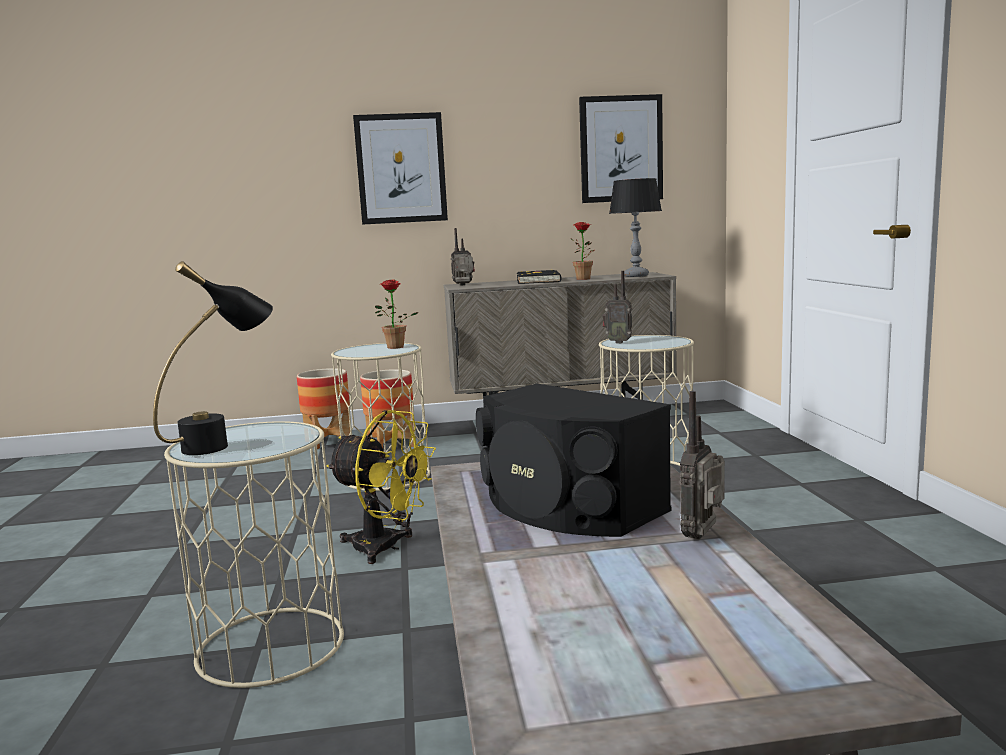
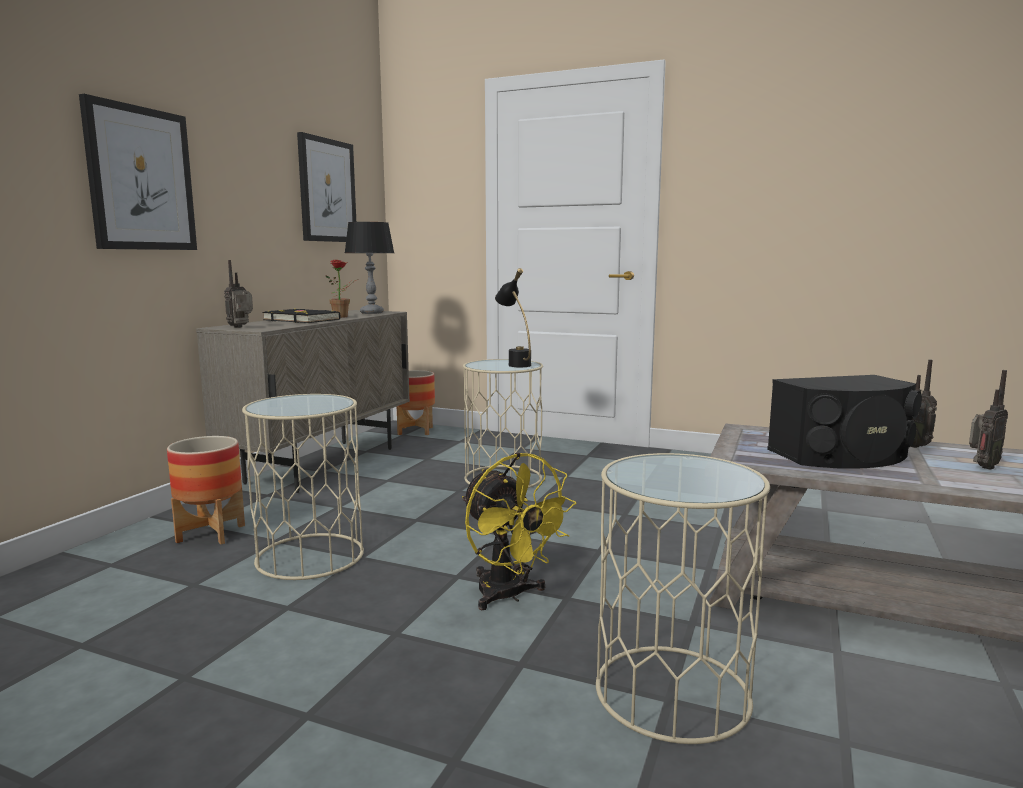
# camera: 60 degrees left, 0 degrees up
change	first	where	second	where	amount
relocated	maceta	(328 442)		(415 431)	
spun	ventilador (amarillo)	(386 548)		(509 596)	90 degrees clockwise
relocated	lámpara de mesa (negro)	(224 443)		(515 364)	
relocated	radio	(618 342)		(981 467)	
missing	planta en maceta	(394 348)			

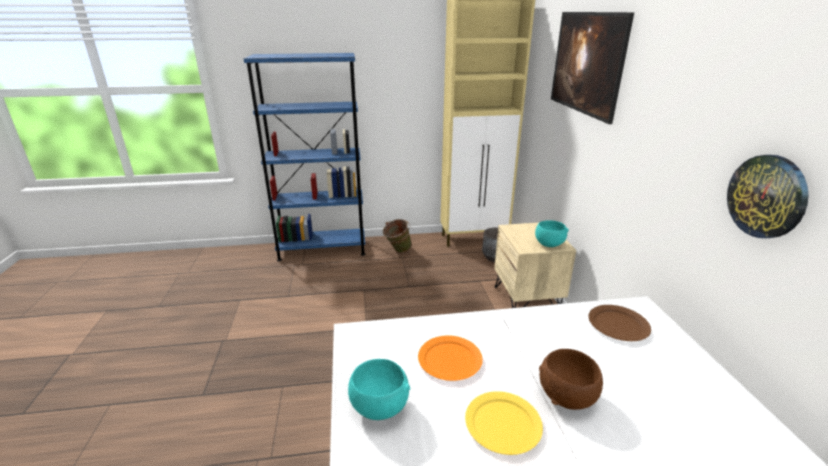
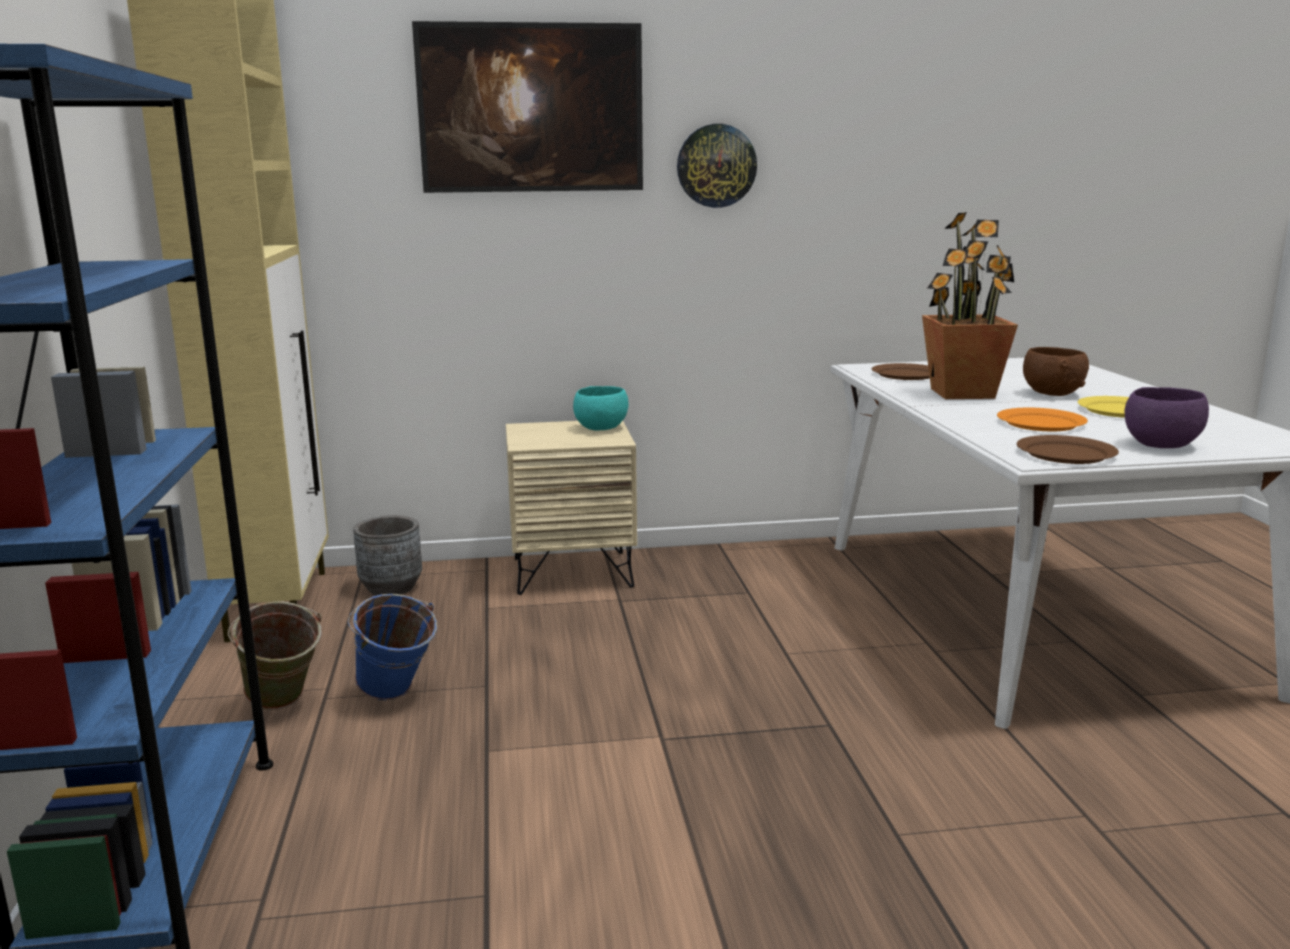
# camera: 90 degrees left, 10 degrees down
change	first	where	second	where	amount
appeared			cubo (azul)	(396 696)	
relocated	reloj de pared	(766 196)		(716 166)	
appeared			planta en maceta	(963 393)	
appeared			plato (marrón)	(1066 454)	
colour	cuenco (turquesa)	(378 407)	cuenco (morado)	(1161 445)	

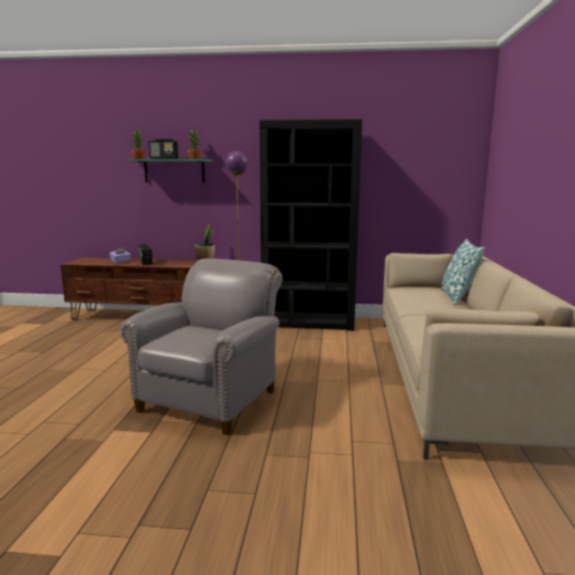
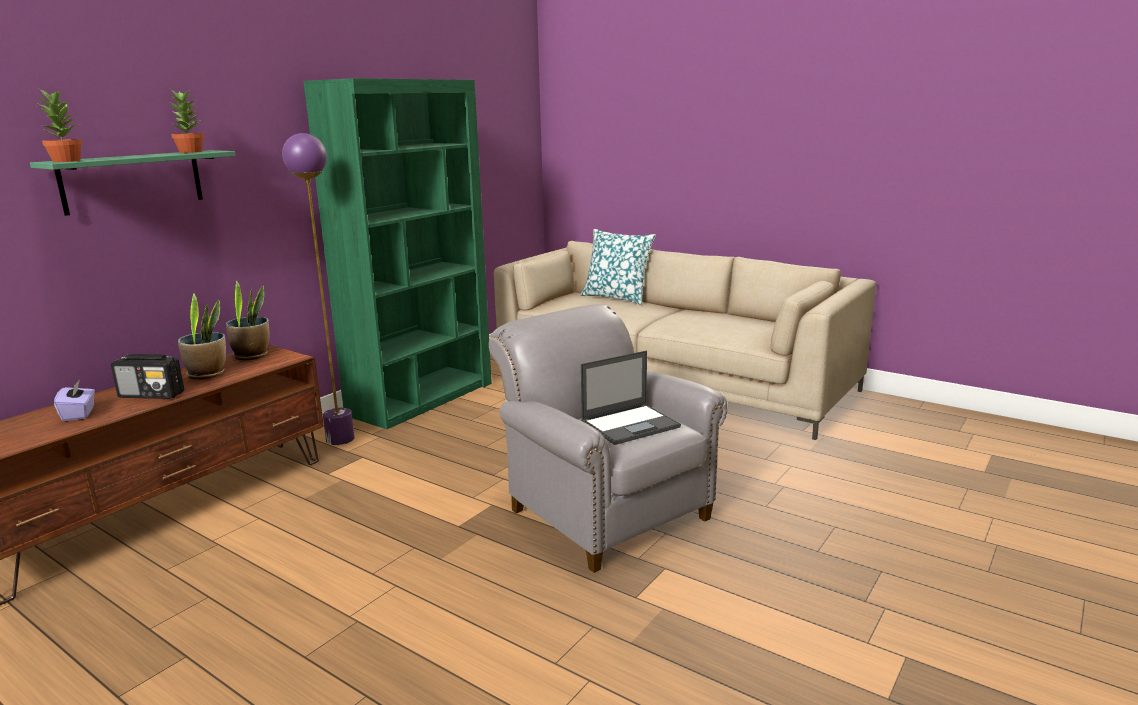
# camera: 60 degrees left, 5 degrees up
change	first	where	second	where	amount
appeared			planta en maceta	(207 374)	
colour	estantería (negro)	(308 322)	estantería (verde)	(422 398)	
appeared			portátil	(631 424)	
missing	radio	(164 158)			

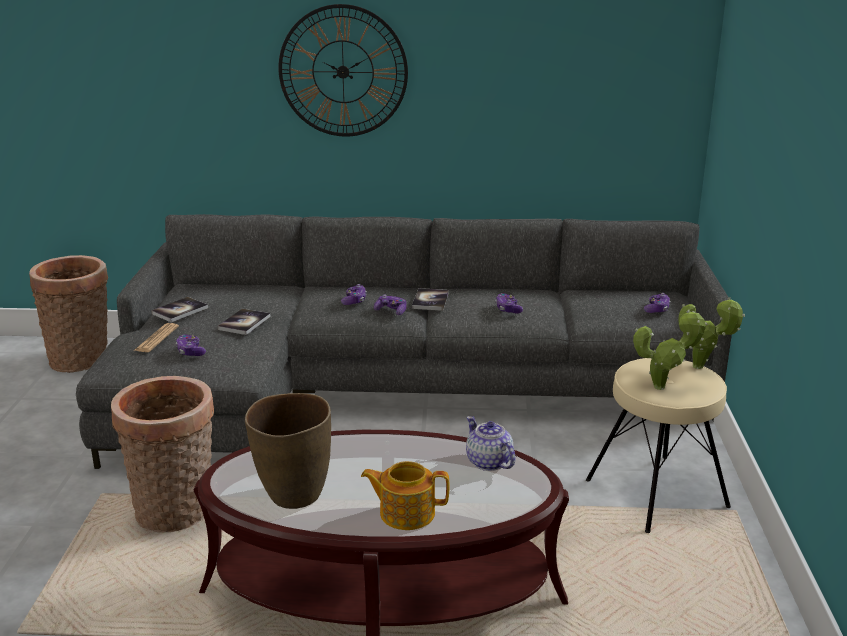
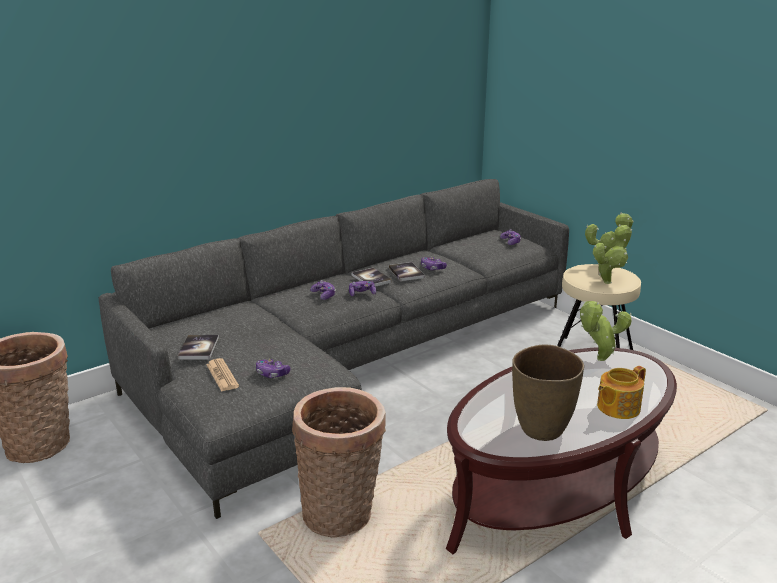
# camera: 40 degrees left, 0 degrees up
change	first	where	second	where	amount
relocated	libro	(244 323)		(406 272)	
exchanged	tetera	(488 462)	planta en maceta	(598 360)	
missing	reloj de pared	(343 71)			

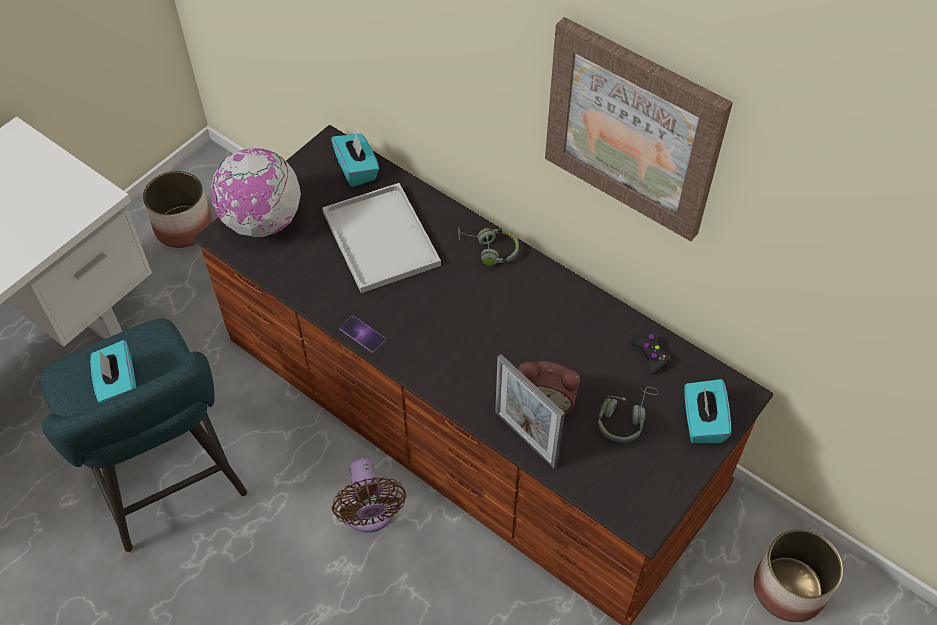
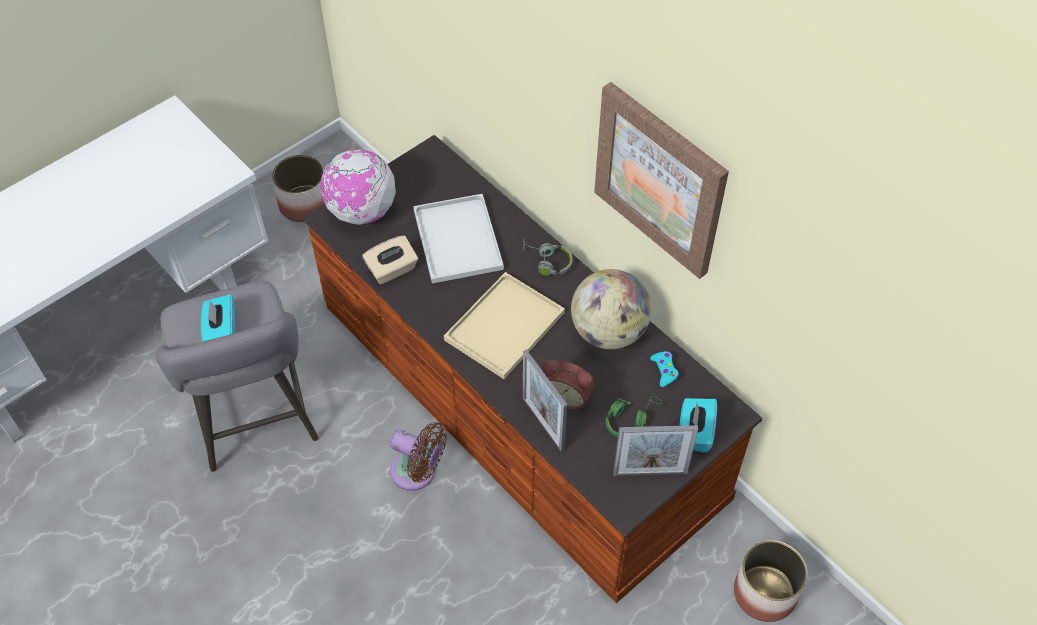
# camera: 10 degrees right, 0 degrees up
change	first	where	second	where	amount
colour	taburete (turquesa)	(169 483)	taburete (gris)	(256 420)	
appeared			caja de pañuelos (beis)	(392 270)	
spun	ventilador (marrón)	(370 514)		(417 472)	60 degrees counterclockwise
appeared			bandeja (beis)	(504 328)	
appeared			globo terráqueo	(609 332)	
colour	auriculares (gris)	(625 418)	auriculares (verde)	(630 419)	
appeared			portarretratos	(650 473)	
colour	mando de consola (negro)	(650 355)	mando de consola (turquesa)	(664 370)	
missing	caja de pañuelos (turquesa)	(357 169)			
missing	móvil	(362 334)			

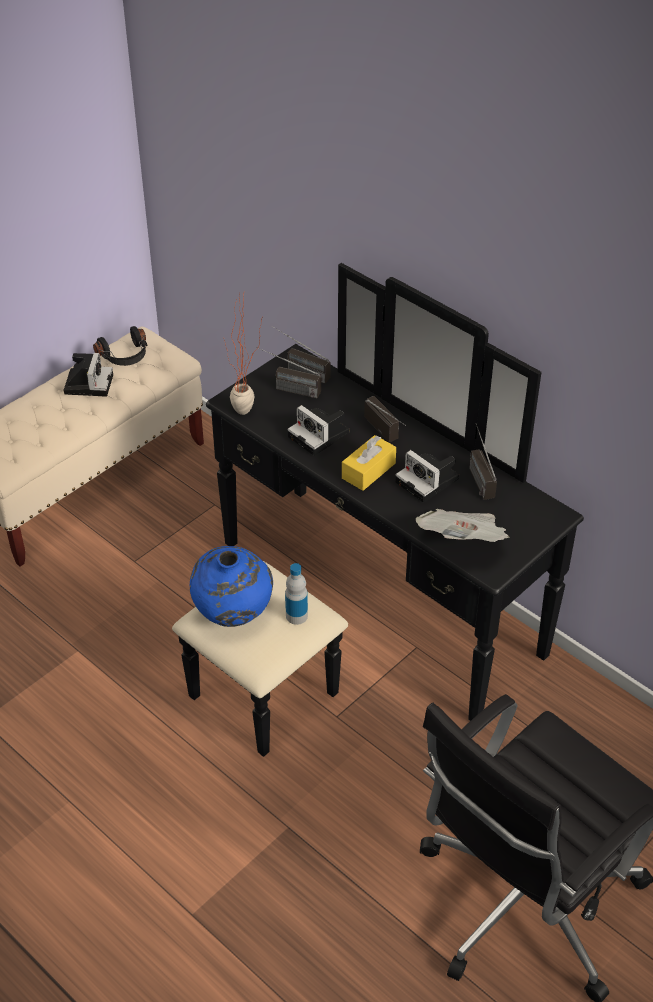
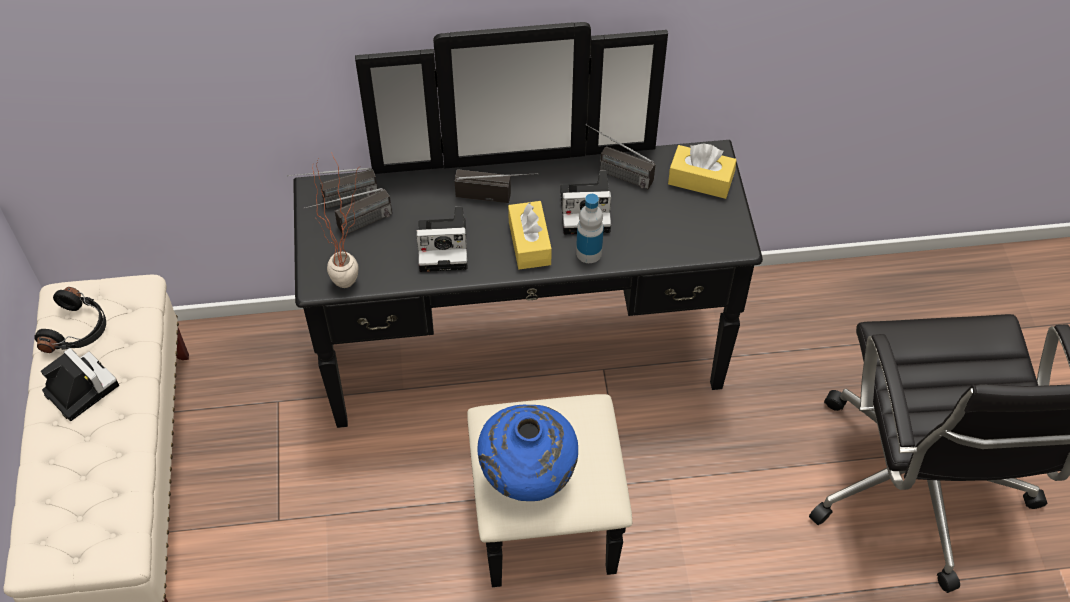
# camera: 50 degrees left, 10 degrees up
change	first	where	second	where	amount
relocated	botella	(296 616)		(589 253)	
appeared			caja de pañuelos (amarillo)	(700 180)	
missing	periódico	(463 542)			

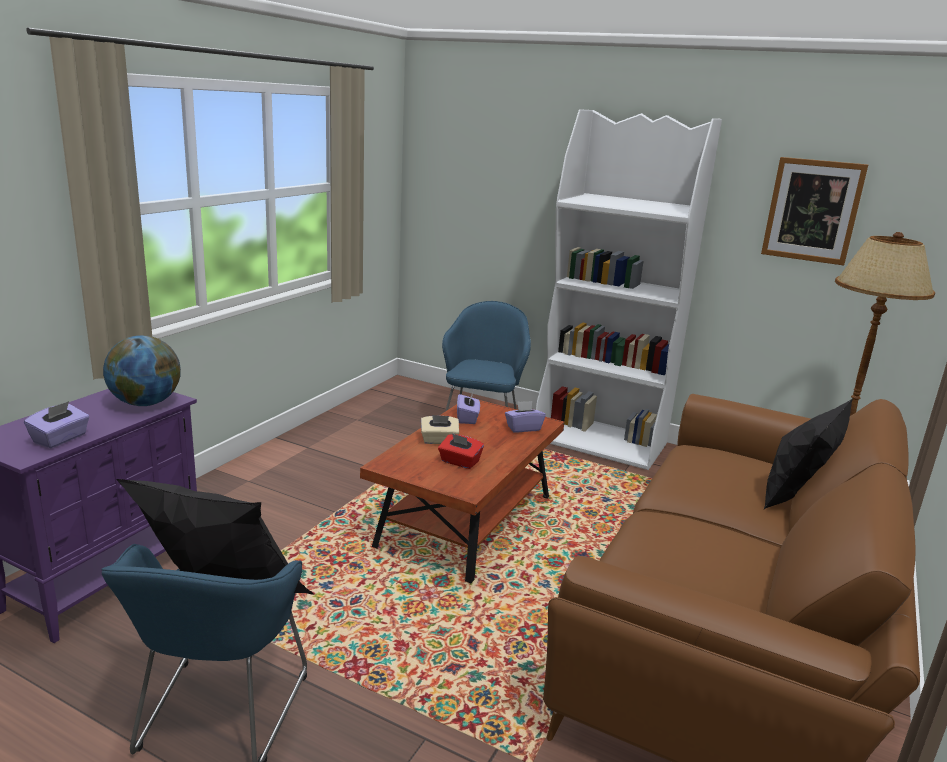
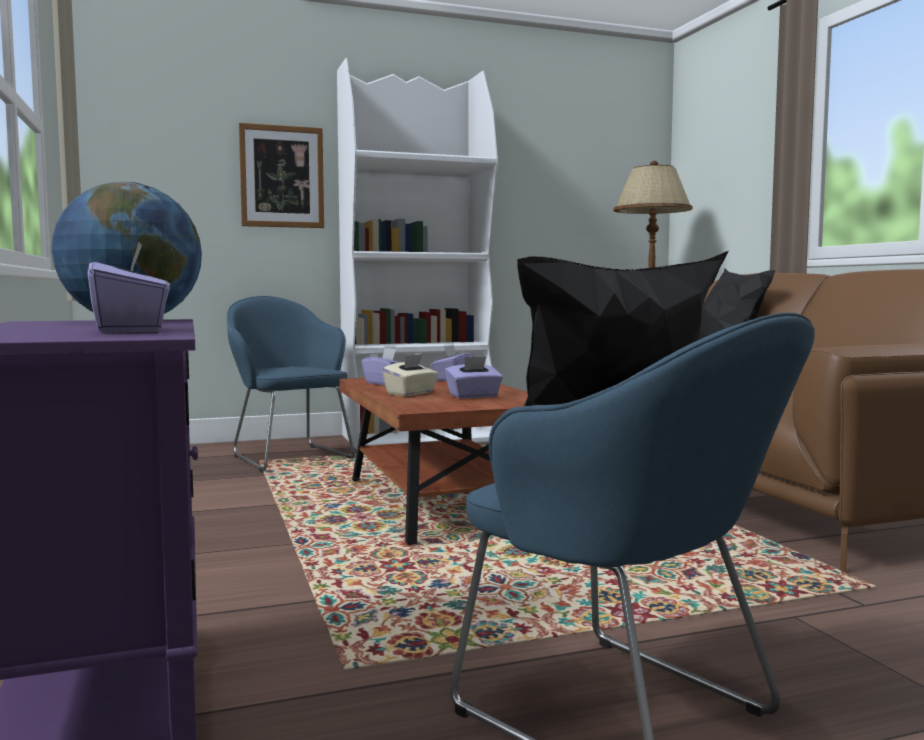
# camera: 45 degrees left, 15 degrees down
change	first	where	second	where	amount
relocated	cuadro	(812 211)		(282 177)	
colour	caja de pañuelos (rojo)	(459 462)	caja de pañuelos (morado)	(473 396)	

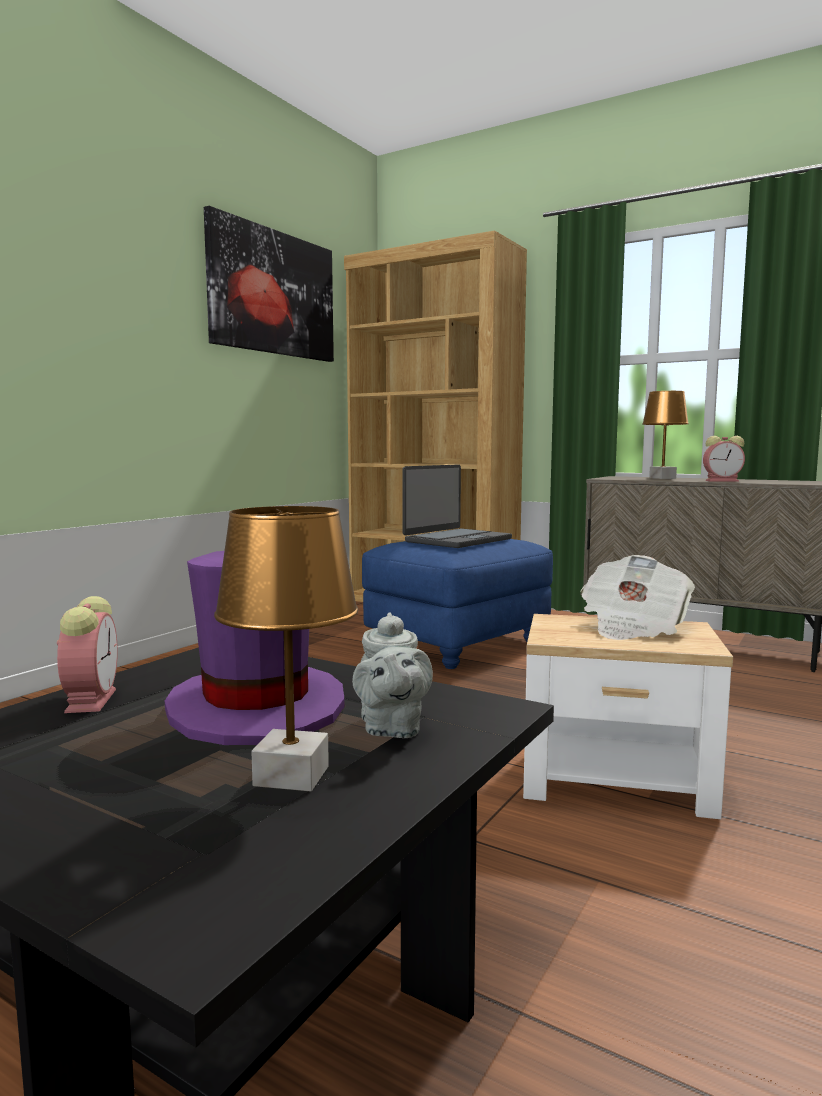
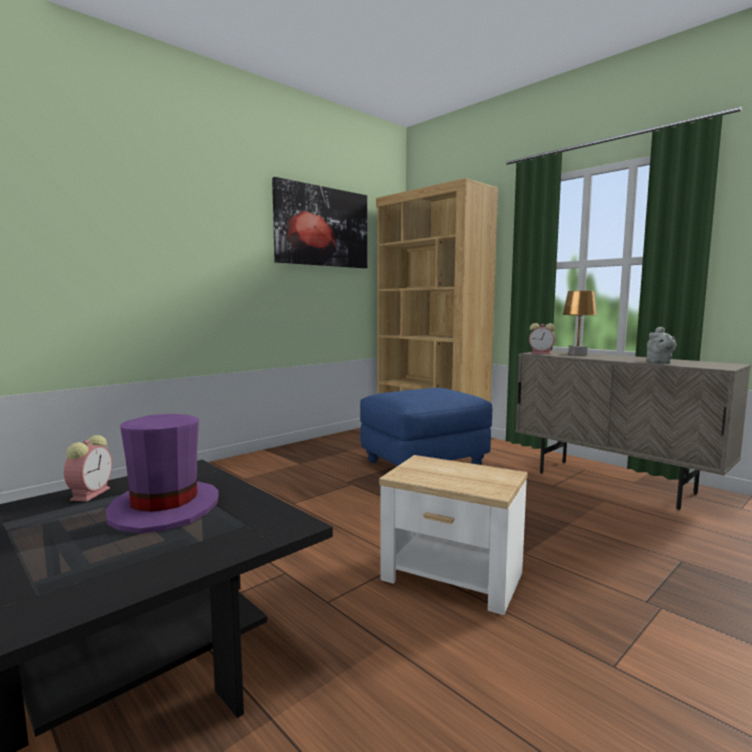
# camera: 15 degrees right, 0 degrees up
change	first	where	second	where	amount
relocated	despertador	(723 481)		(542 353)	
relocated	tetera (gris)	(391 728)		(659 362)	
missing	lámpara de mesa (marrón)	(293 775)			
missing	portátil	(456 540)			
missing	periódico	(632 627)			

